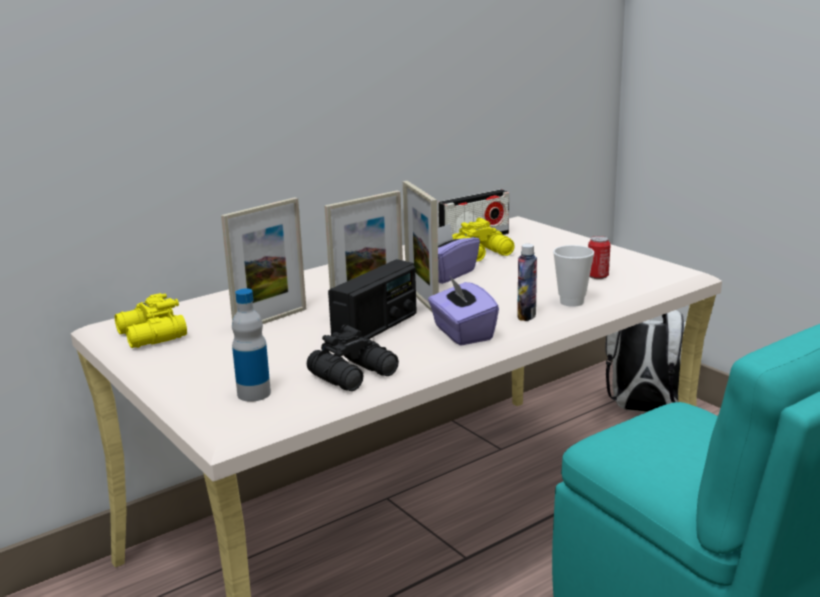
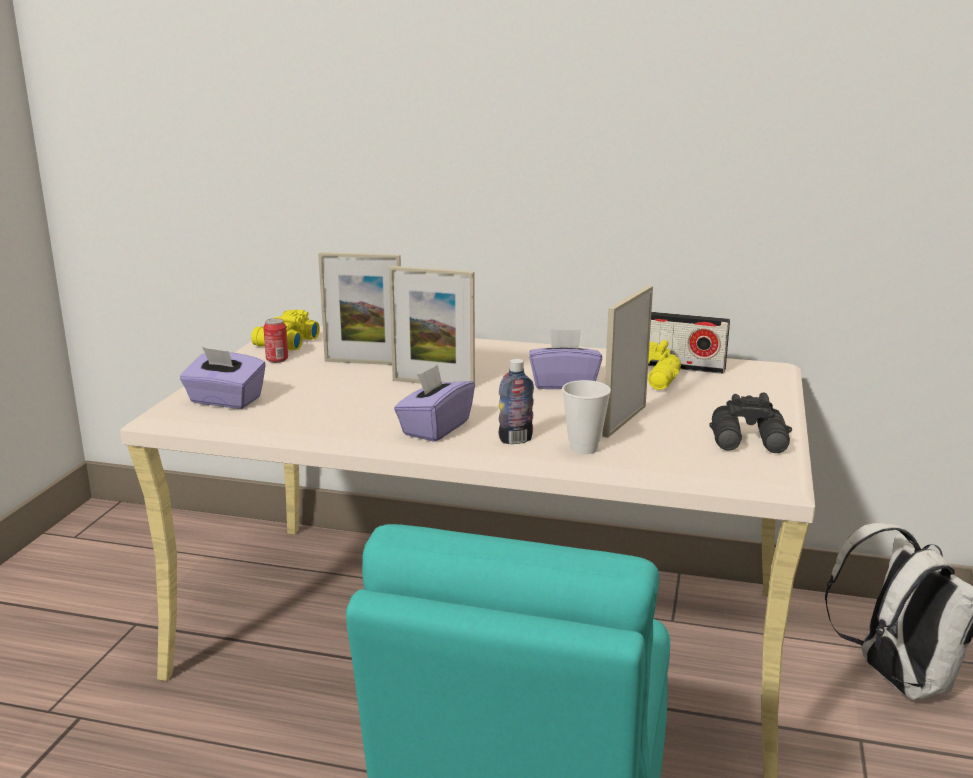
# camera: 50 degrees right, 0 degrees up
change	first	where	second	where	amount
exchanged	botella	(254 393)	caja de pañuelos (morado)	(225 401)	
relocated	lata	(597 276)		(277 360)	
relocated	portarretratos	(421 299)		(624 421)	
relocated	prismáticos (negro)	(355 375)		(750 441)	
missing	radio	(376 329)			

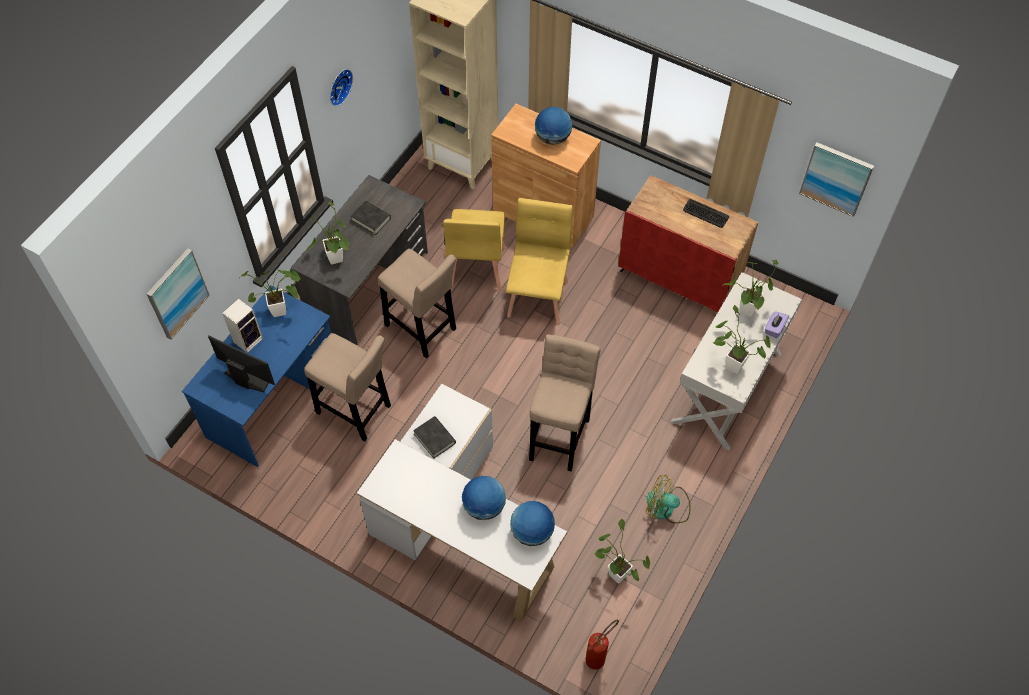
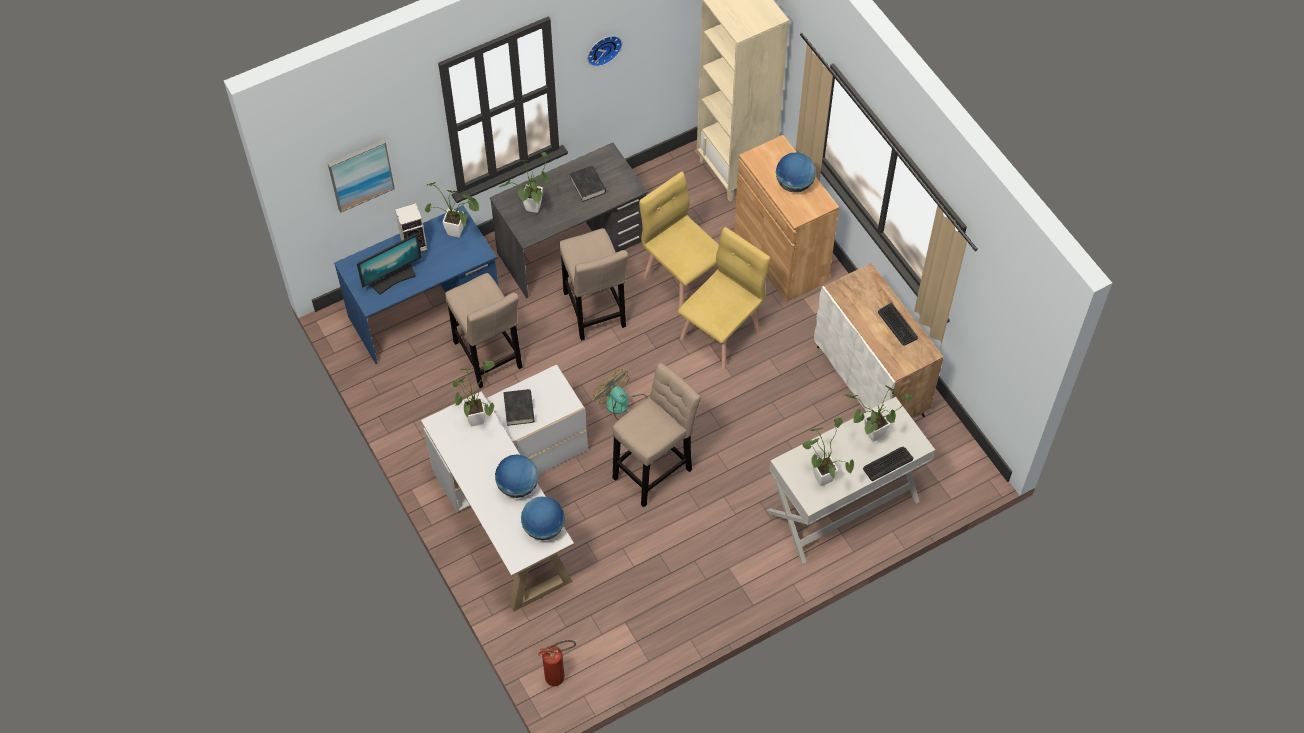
# camera: 30 degrees right, 0 degrees up
change	first	where	second	where	amount
spun	monitor	(247 378)		(393 278)	90 degrees clockwise
relocated	planta en maceta	(615 572)		(475 416)	
relocated	ventilador	(667 507)		(622 406)	
spun	silla (amarillo)	(476 267)		(682 278)	105 degrees clockwise
colour	armario (rojo)	(679 278)	armario (blanco)	(871 381)	
exchanged	caja de pañuelos (morado)	(774 328)	teclado	(887 463)	
missing	cuadro	(836 178)			

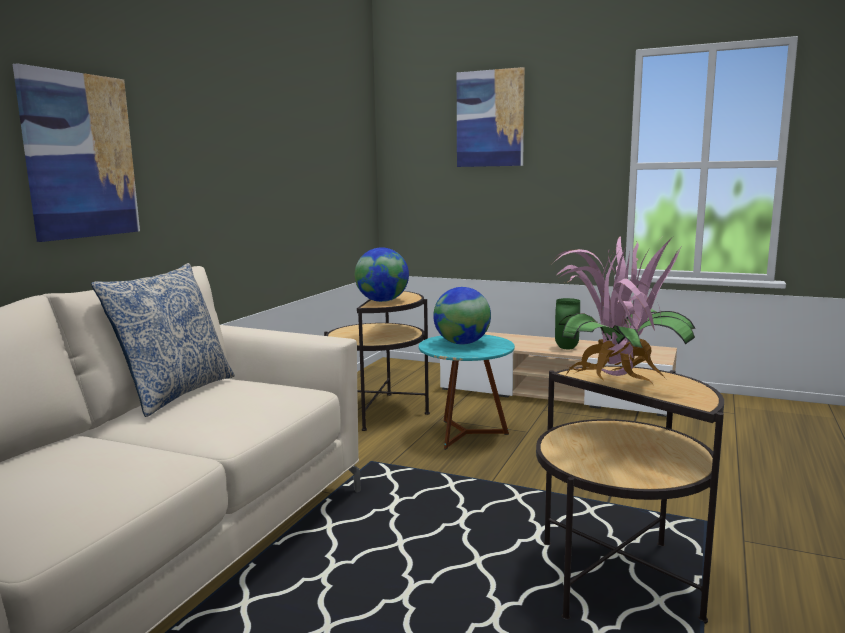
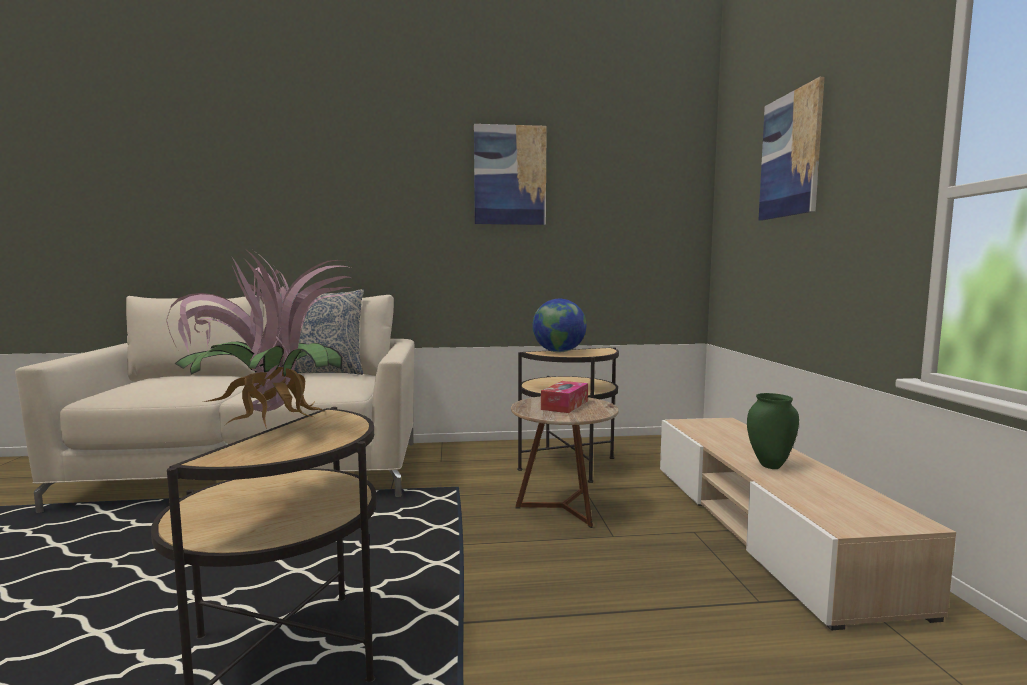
# camera: 60 degrees right, 5 degrees down
change	first	where	second	where	amount
relocated	cuadro	(80 156)		(510 175)	
colour	mesa auxiliar (turquesa)	(466 434)	mesa auxiliar (marrón)	(563 508)	
exchanged	globo terráqueo	(462 343)	caja de pañuelos	(565 405)	

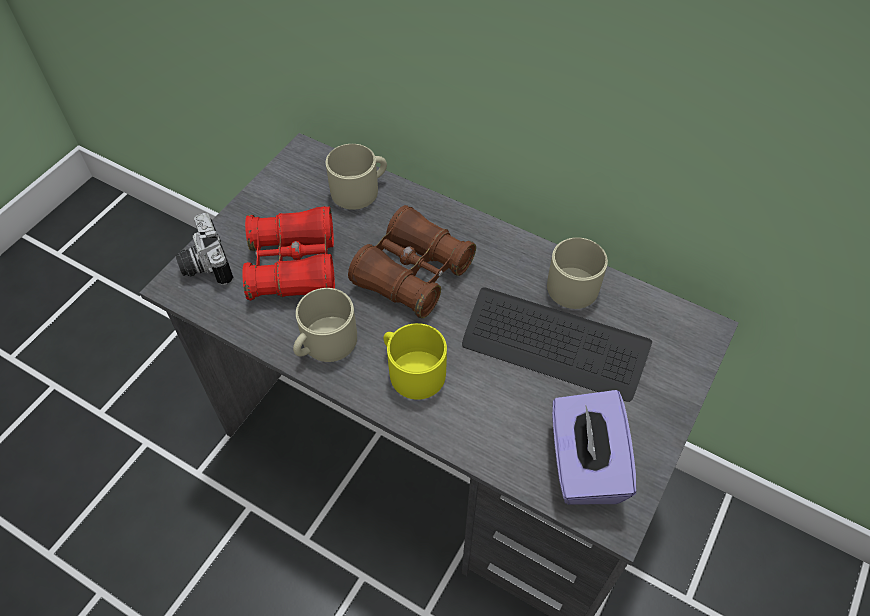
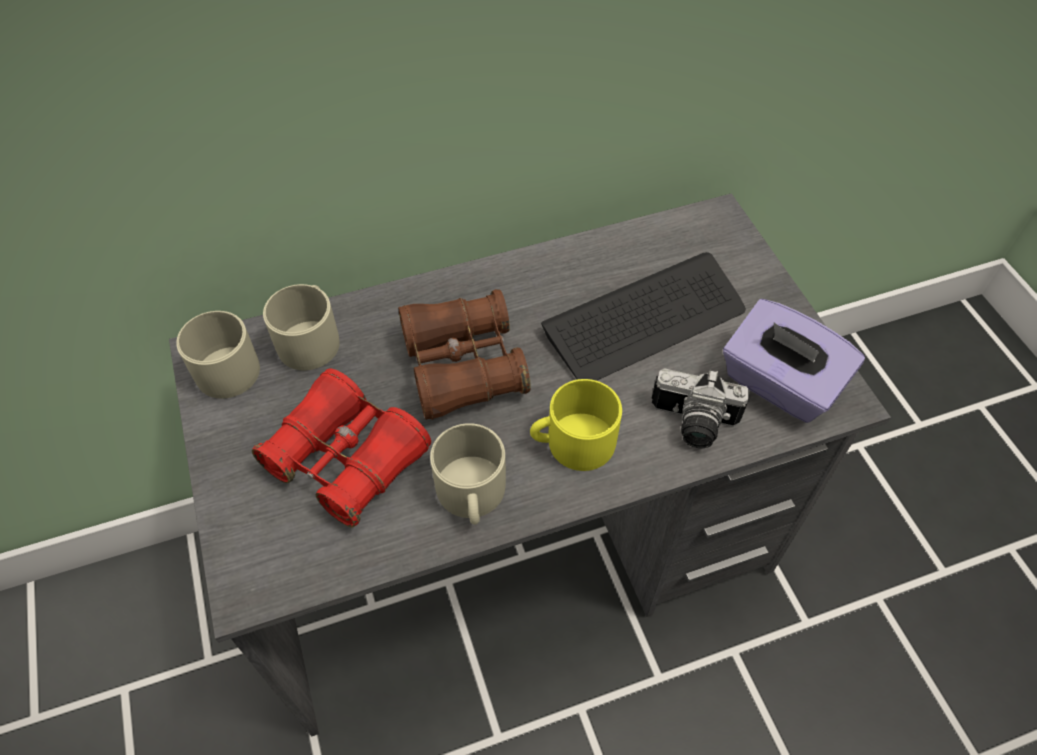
# camera: 50 degrees left, 0 degrees up
change	first	where	second	where	amount
relocated	taza grande (beis)	(572 282)		(222 367)	
relocated	cámara	(204 264)		(692 425)	

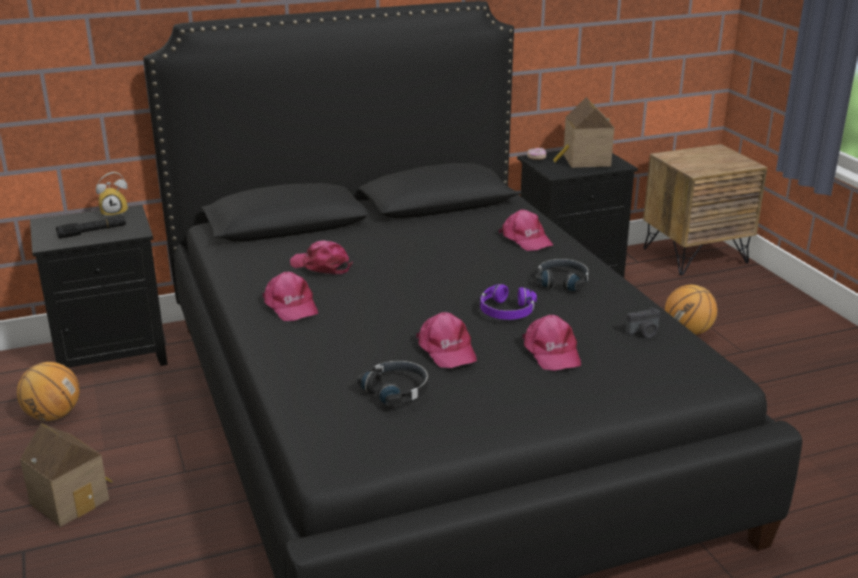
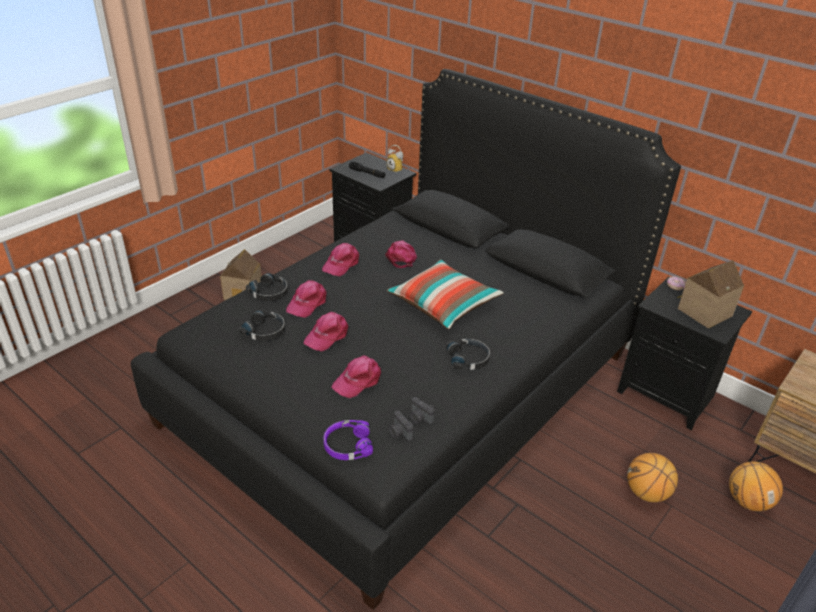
# camera: 60 degrees right, 10 degrees up
change	first	where	second	where	amount
appeared			auriculares (negro)	(269 293)	
relocated	gorra (rosa)	(526 239)		(307 303)	
relocated	auriculares (morado)	(506 311)		(347 445)	
appeared			cojín	(443 304)	
appeared			cámara	(399 433)	
relocated	balón de baloncesto	(52 415)		(747 501)	

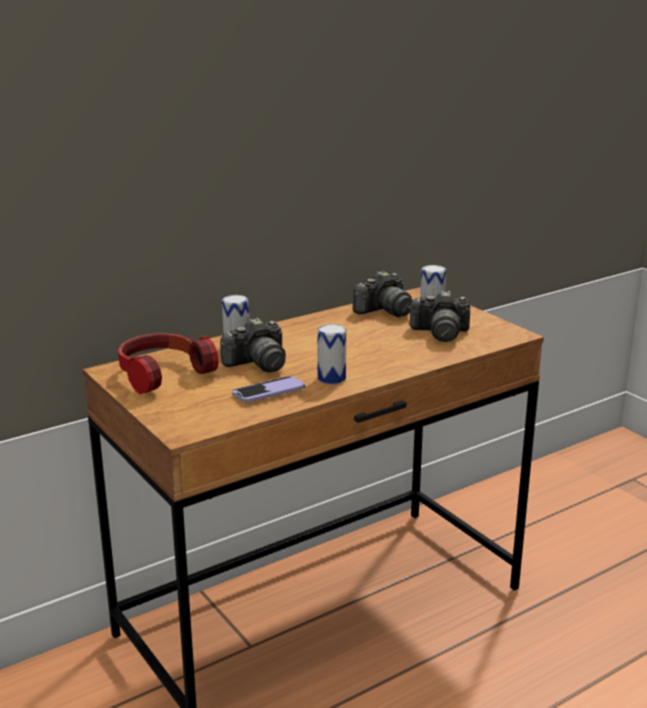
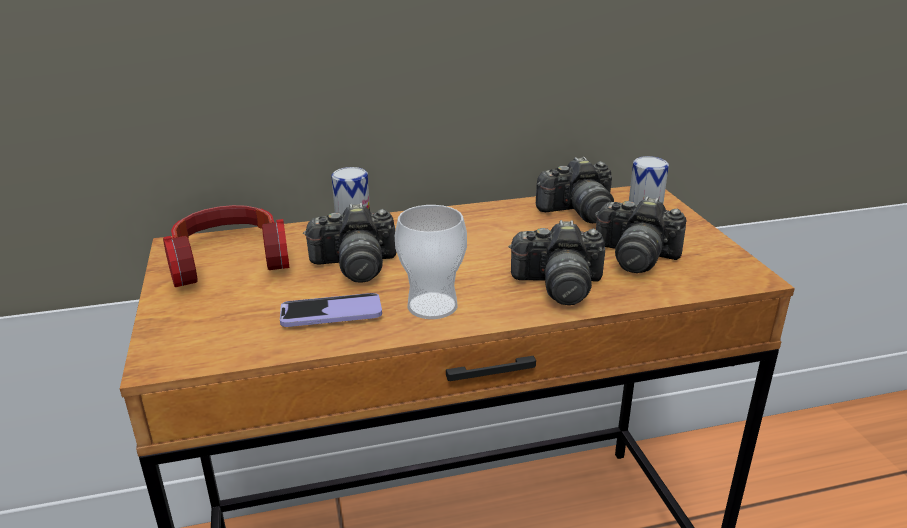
# camera: 20 degrees right, 5 degrees up
change	first	where	second	where	amount
exchanged	lata	(331 378)	taza	(432 306)	
appeared			cámara	(558 286)	

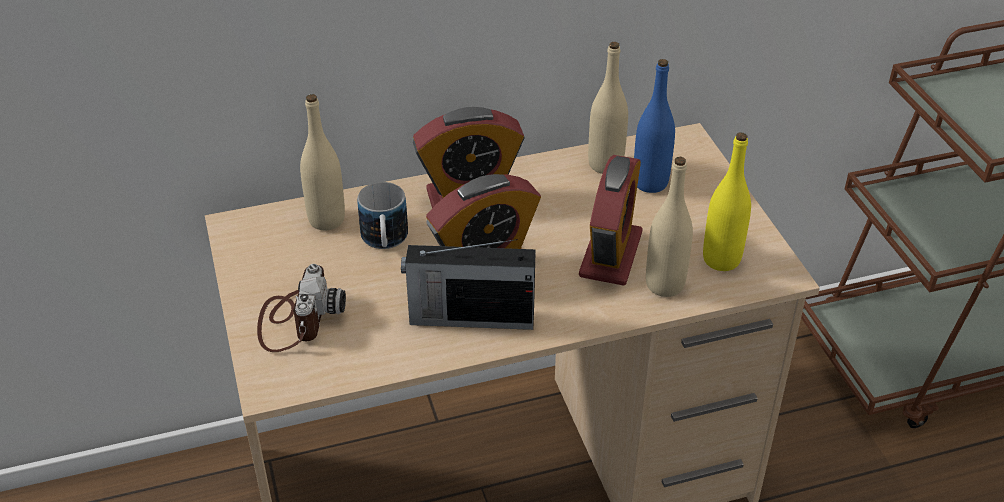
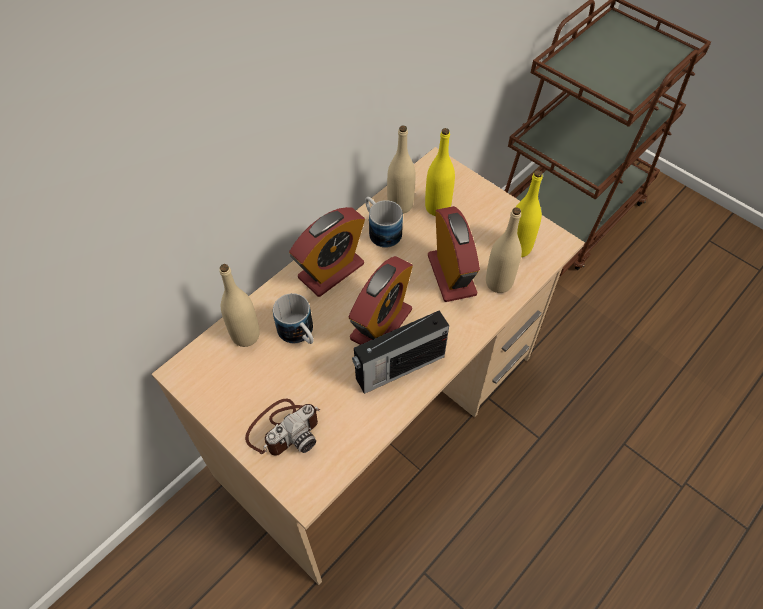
# camera: 30 degrees left, 15 degrees up
change	first	where	second	where	amount
spun	cámara	(296 319)		(284 428)	75 degrees clockwise
appeared			taza grande	(380 230)	
colour	botella (azul)	(650 183)	botella (amarillo)	(437 207)	

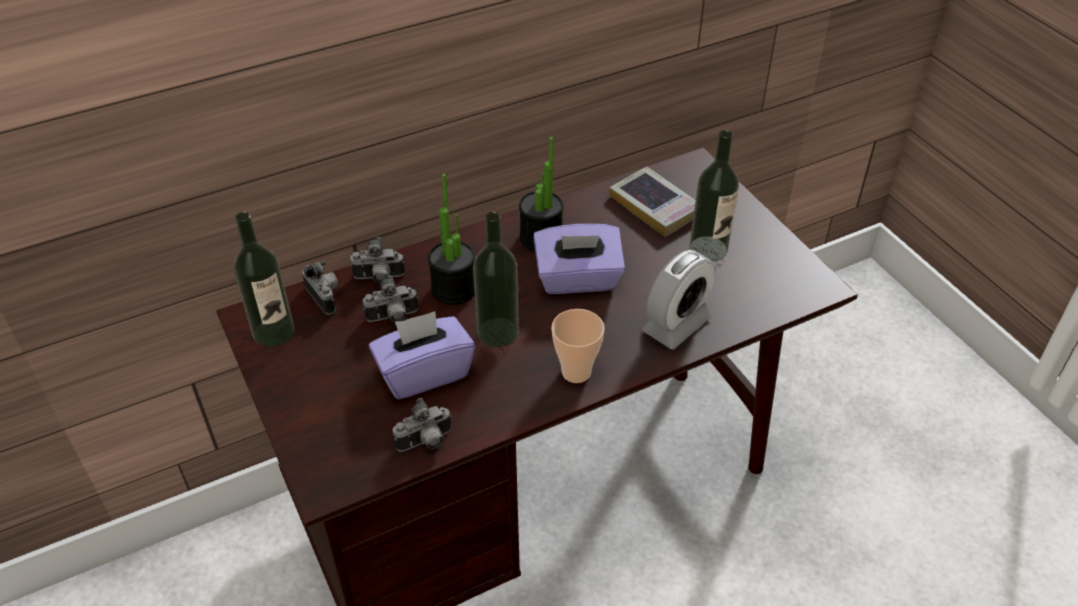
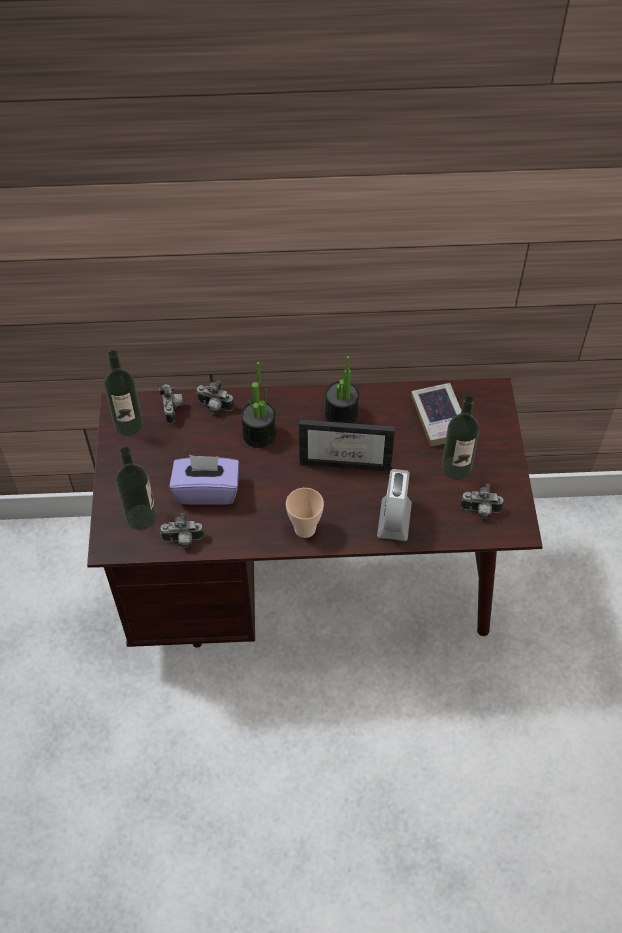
# camera: 25 degrees right, 10 degrees up
change	first	where	second	where	amount
relocated	botella	(498 332)		(141 517)	
exchanged	caja de pañuelos (morado)	(578 279)	portarretratos	(347 458)	
spun	despertador	(676 325)		(394 520)	120 degrees clockwise
relocated	cámara	(393 318)		(480 511)	

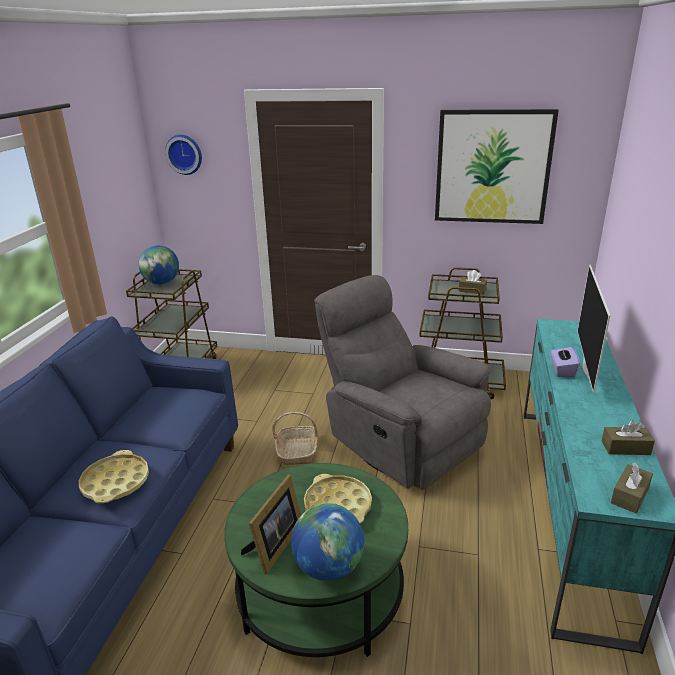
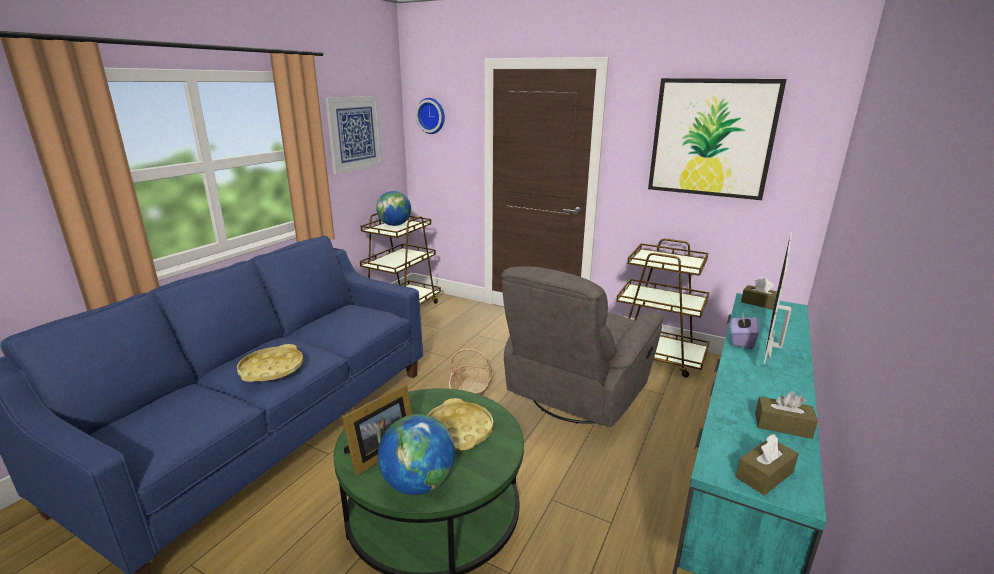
# camera: 15 degrees right, 5 degrees down
change	first	where	second	where	amount
appeared			cuadro	(354 133)	
spun	sillón (gris)	(400 441)		(574 399)	120 degrees counterclockwise
relocated	caja de pañuelos (marrón)	(472 290)		(759 303)	

